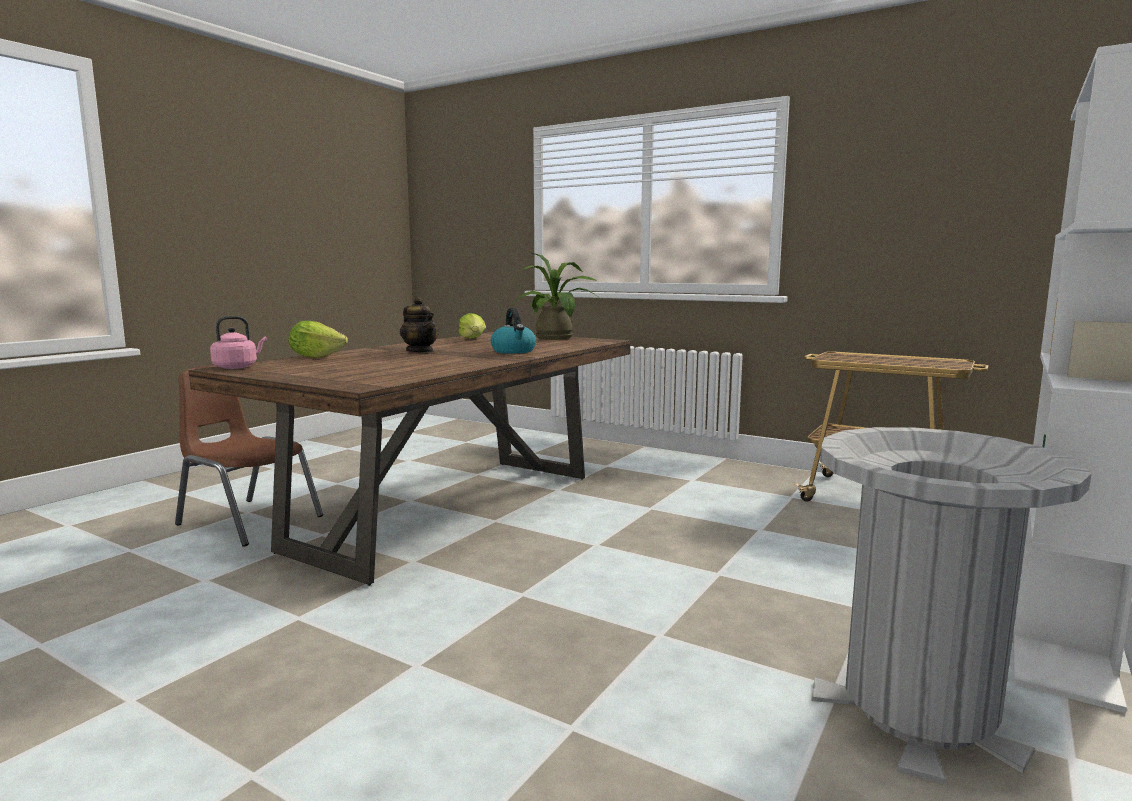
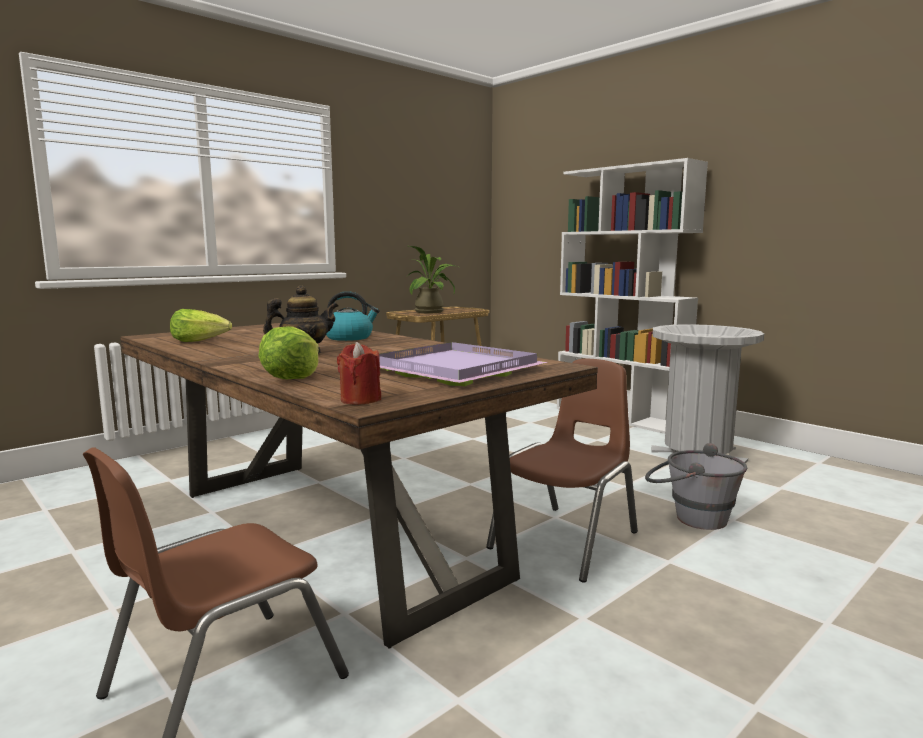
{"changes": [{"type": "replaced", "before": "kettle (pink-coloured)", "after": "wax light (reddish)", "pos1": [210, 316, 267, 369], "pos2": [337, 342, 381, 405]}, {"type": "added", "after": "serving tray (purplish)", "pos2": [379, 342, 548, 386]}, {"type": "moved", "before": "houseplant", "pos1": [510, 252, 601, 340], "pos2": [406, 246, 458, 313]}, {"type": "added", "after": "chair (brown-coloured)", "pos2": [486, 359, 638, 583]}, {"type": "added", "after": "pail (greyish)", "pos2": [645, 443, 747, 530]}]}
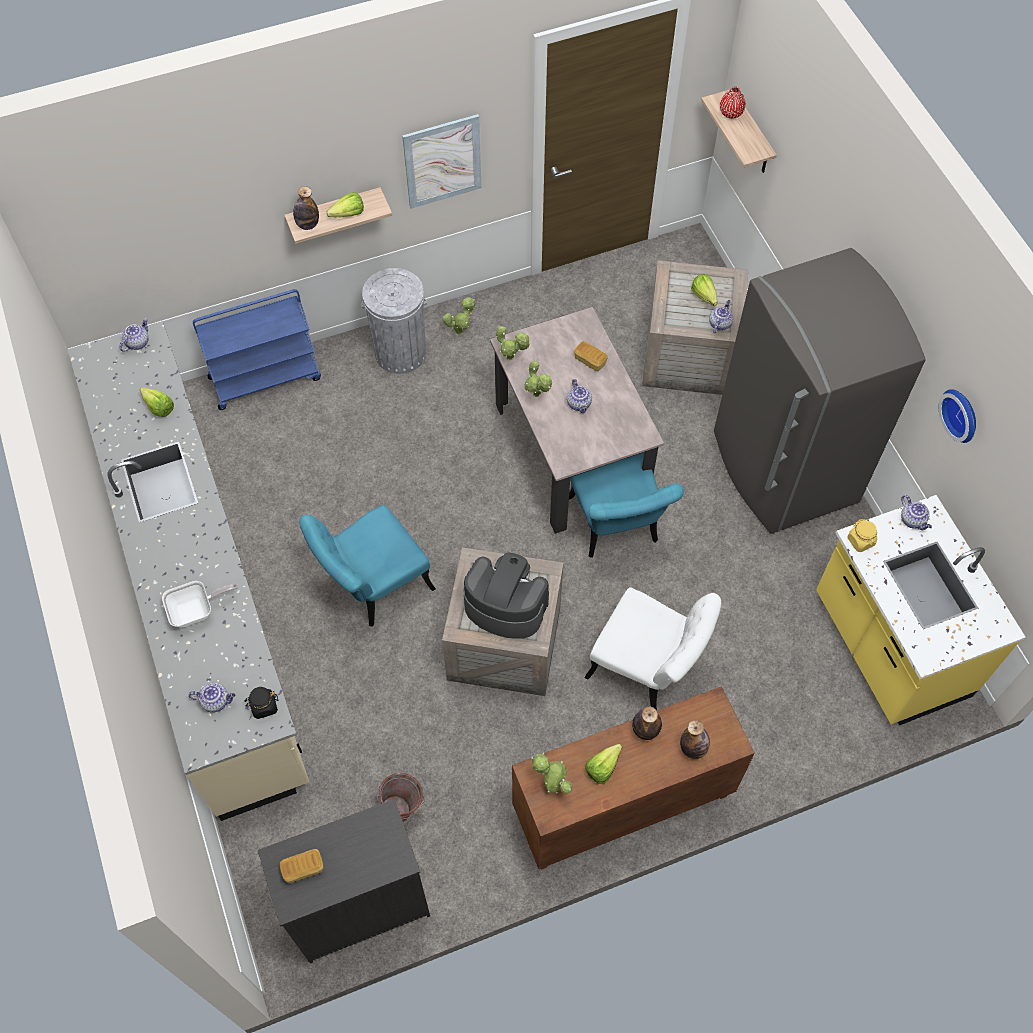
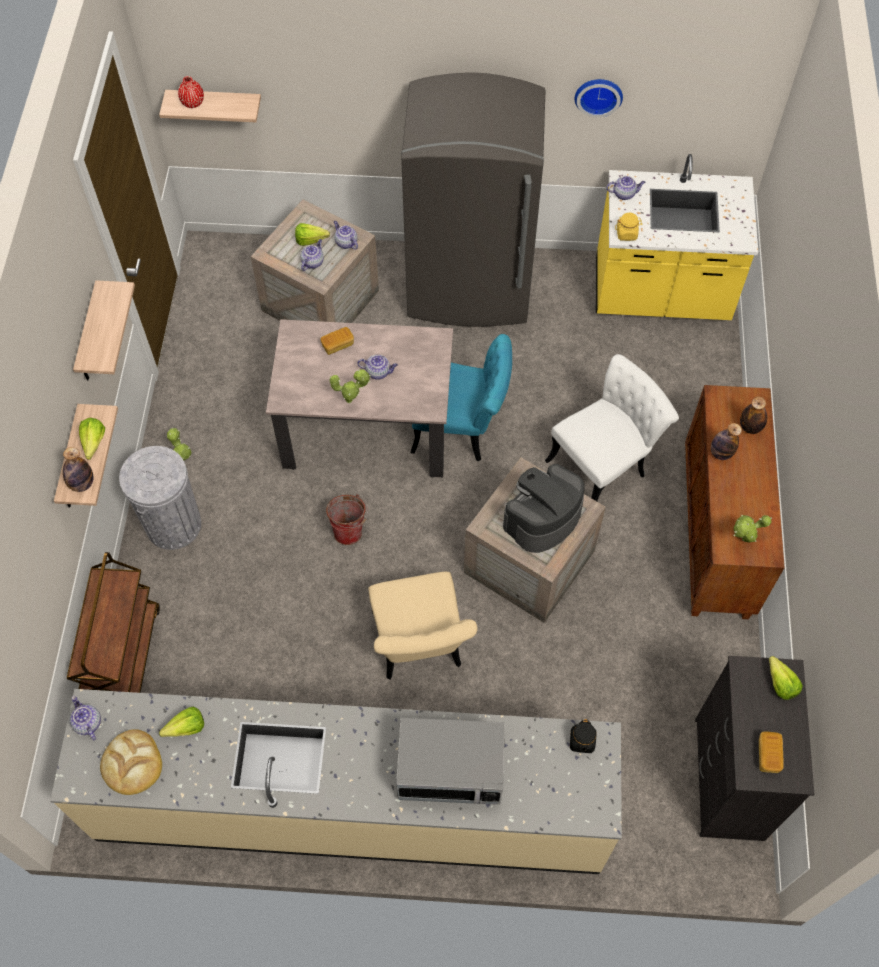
{"changes": [{"type": "recoloured", "before": "wheeled cart (blue-coloured)", "after": "wheeled cart (brown-coloured)", "pos1": [193, 289, 321, 410], "pos2": [67, 552, 160, 693]}, {"type": "replaced", "before": "picture", "after": "shelf", "pos1": [402, 114, 482, 209], "pos2": [73, 280, 135, 380]}, {"type": "added", "after": "bakery bread", "pos2": [100, 729, 162, 795]}, {"type": "moved", "before": "teapot", "pos1": [188, 683, 236, 713], "pos2": [300, 239, 324, 271]}, {"type": "moved", "before": "pail", "pos1": [377, 773, 425, 823], "pos2": [326, 494, 368, 545]}, {"type": "recoloured", "before": "chair (turquoise)", "after": "chair (beige-coloured)", "pos1": [299, 504, 436, 627], "pos2": [368, 572, 478, 680]}, {"type": "replaced", "before": "frying pan", "after": "microwave", "pos1": [162, 581, 238, 628], "pos2": [396, 718, 505, 805]}, {"type": "moved", "before": "head of lettuce", "pos1": [585, 744, 622, 784], "pos2": [769, 656, 803, 700]}, {"type": "removed", "before": "houseplant", "pos1": [496, 326, 530, 361]}]}
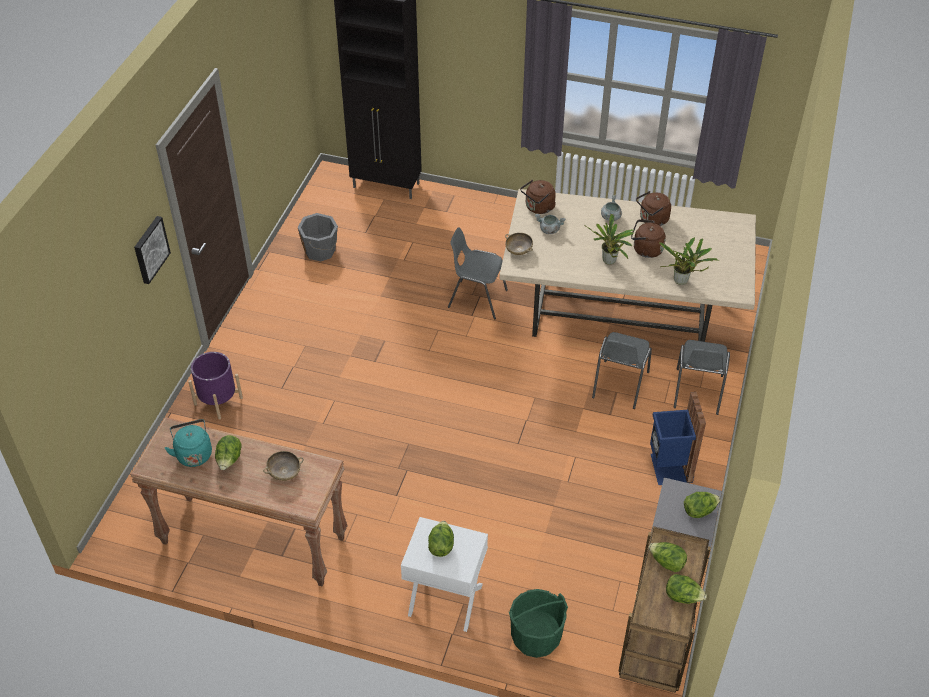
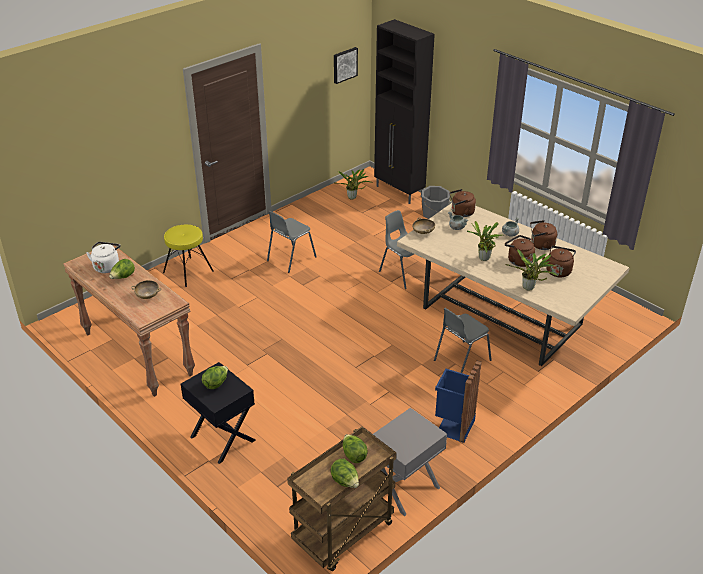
{"changes": [{"type": "recoloured", "before": "kettle (turquoise)", "after": "kettle (whitish)", "pos1": [165, 419, 212, 467], "pos2": [86, 242, 121, 273]}, {"type": "replaced", "before": "planter (purplish)", "after": "sitting stool (yellow-coloured)", "pos1": [188, 352, 243, 419], "pos2": [163, 225, 213, 287]}, {"type": "recoloured", "before": "nightstand (whitish)", "after": "nightstand (black)", "pos1": [401, 517, 488, 632], "pos2": [181, 362, 256, 464]}, {"type": "moved", "before": "chair (greyish)", "pos1": [674, 340, 730, 415], "pos2": [267, 211, 317, 273]}, {"type": "moved", "before": "picture", "pos1": [134, 216, 171, 284], "pos2": [334, 47, 358, 84]}, {"type": "added", "after": "houseplant", "pos2": [334, 169, 372, 199]}, {"type": "moved", "before": "pail (greyish)", "pos1": [298, 213, 338, 261], "pos2": [422, 186, 450, 219]}, {"type": "added", "after": "kettle (brown-coloured)", "pos2": [542, 246, 576, 278]}, {"type": "removed", "before": "pail (greenish)", "pos1": [509, 589, 568, 658]}, {"type": "removed", "before": "head of lettuce", "pos1": [684, 492, 721, 518]}]}
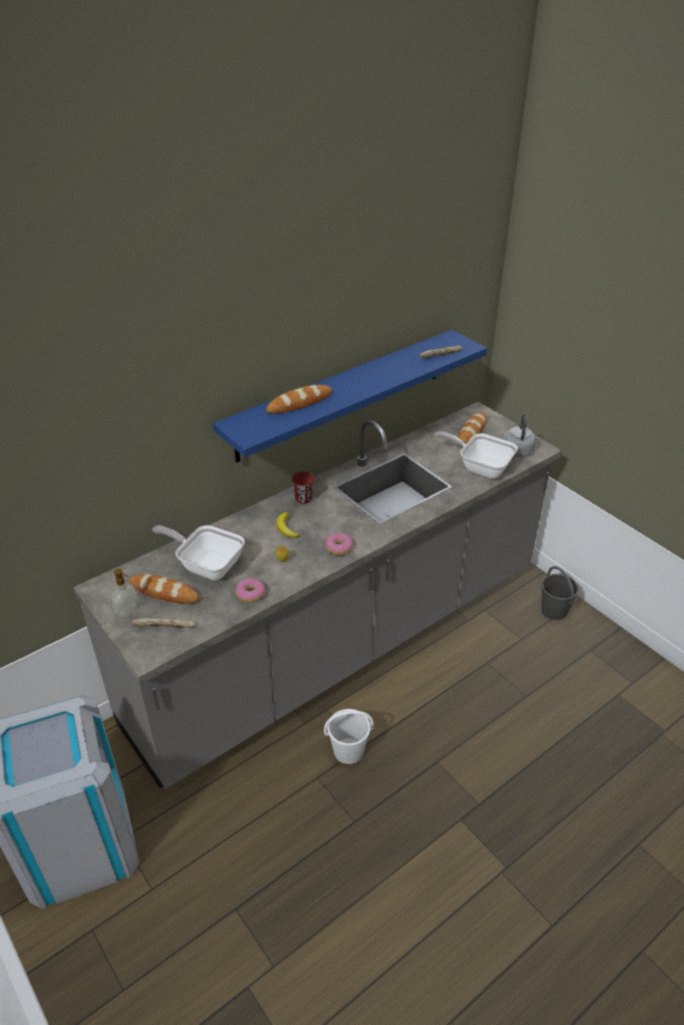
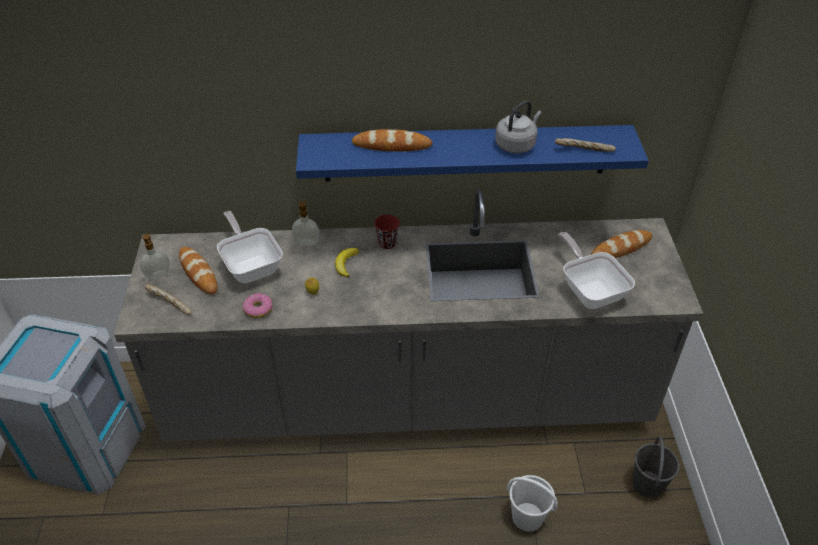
{"changes": [{"type": "added", "after": "soap dispenser", "pos2": [292, 200, 320, 246]}, {"type": "moved", "before": "kettle (greyish)", "pos1": [503, 414, 536, 457], "pos2": [495, 101, 542, 154]}, {"type": "moved", "before": "pail (whitish)", "pos1": [324, 709, 374, 764], "pos2": [507, 475, 558, 532]}, {"type": "removed", "before": "donut", "pos1": [325, 533, 353, 555]}]}
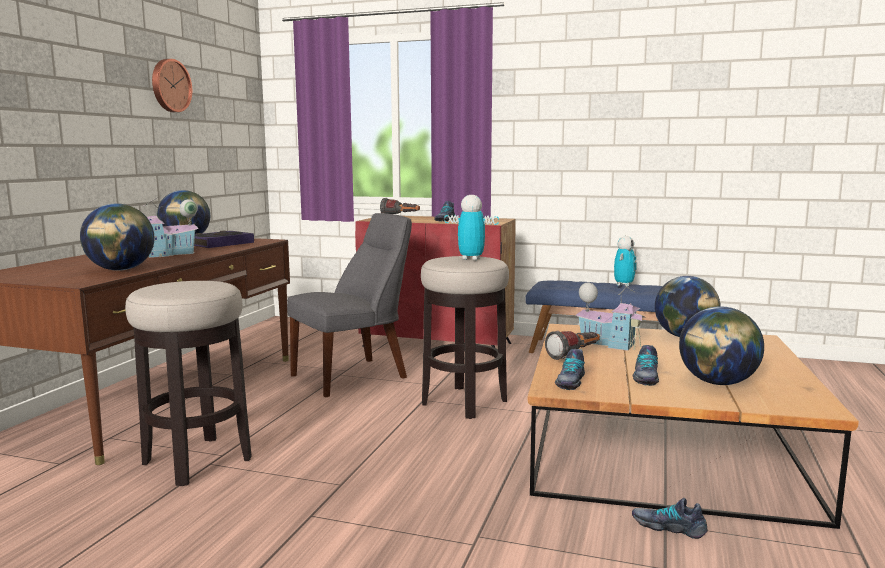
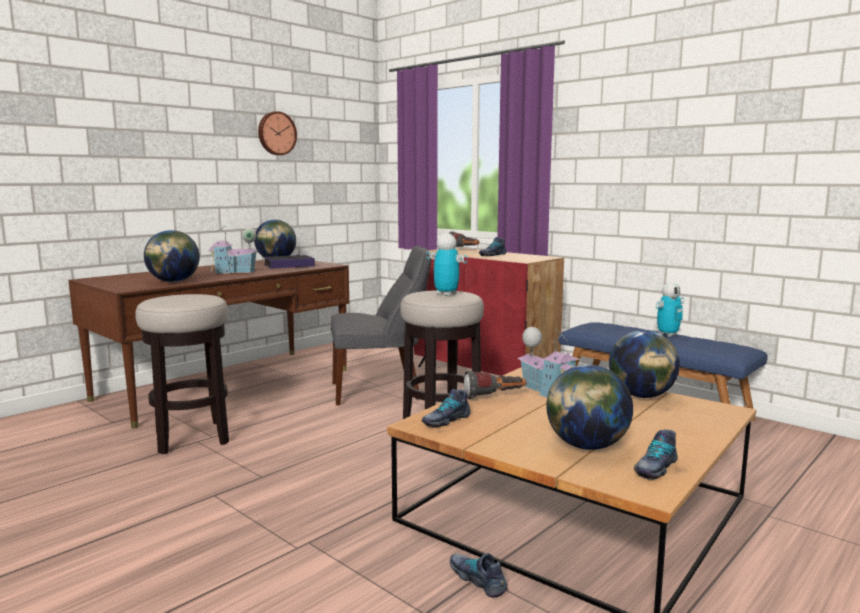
{"changes": [{"type": "moved", "before": "low shoe", "pos1": [633, 345, 659, 386], "pos2": [634, 429, 678, 480]}]}
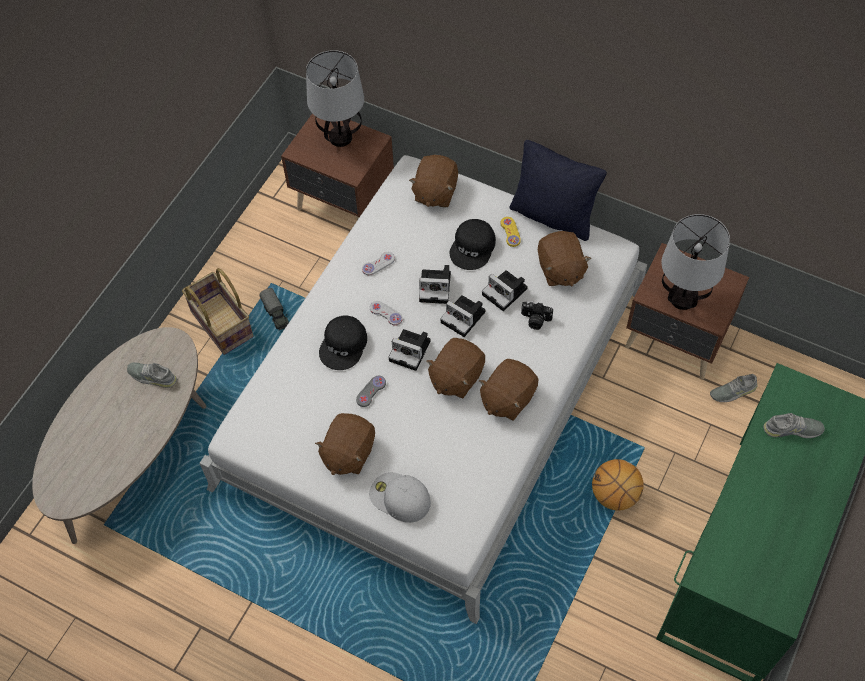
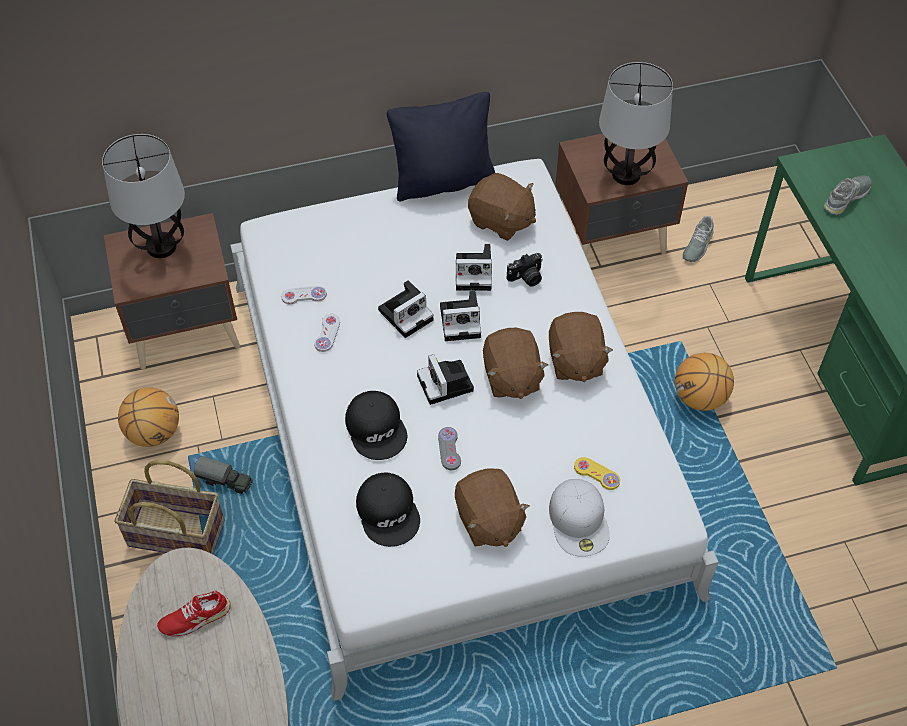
{"changes": [{"type": "added", "after": "basketball", "pos2": [118, 387, 179, 447]}, {"type": "recoloured", "before": "low shoe (greyish)", "after": "low shoe (reddish)", "pos1": [127, 362, 177, 388], "pos2": [157, 591, 231, 636]}, {"type": "moved", "before": "gamepad (whitish)", "pos1": [370, 301, 403, 326], "pos2": [281, 286, 327, 305]}, {"type": "moved", "before": "baseball cap (black)", "pos1": [449, 219, 496, 270], "pos2": [356, 472, 420, 547]}, {"type": "turned", "before": "photo camera", "pos1": [388, 329, 431, 371], "pos2": [417, 354, 474, 405], "turn": 90}, {"type": "turned", "before": "baseball cap (whitish)", "pos1": [369, 472, 431, 523], "pos2": [549, 479, 610, 557], "turn": -90}, {"type": "moved", "before": "gamepad (yellow-coloured)", "pos1": [501, 217, 521, 247], "pos2": [574, 457, 620, 490]}, {"type": "removed", "before": "cuddly toy (brown-coloured)", "pos1": [409, 155, 458, 208]}]}
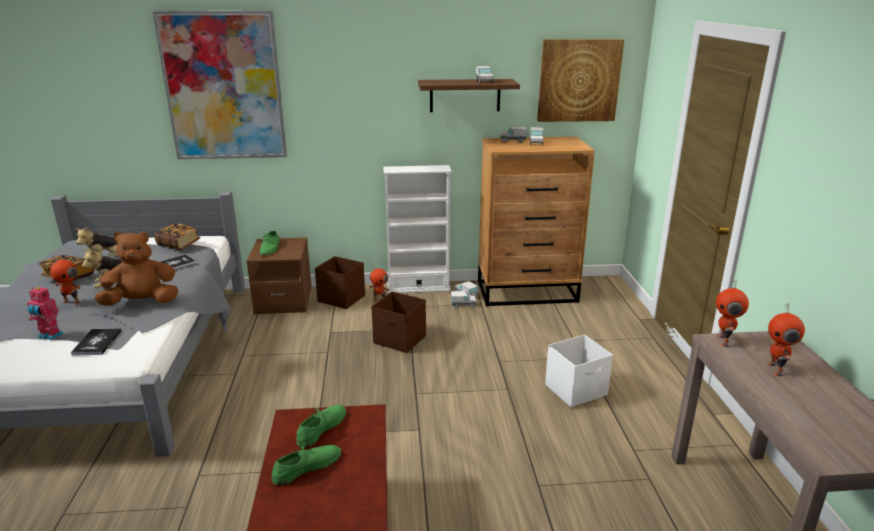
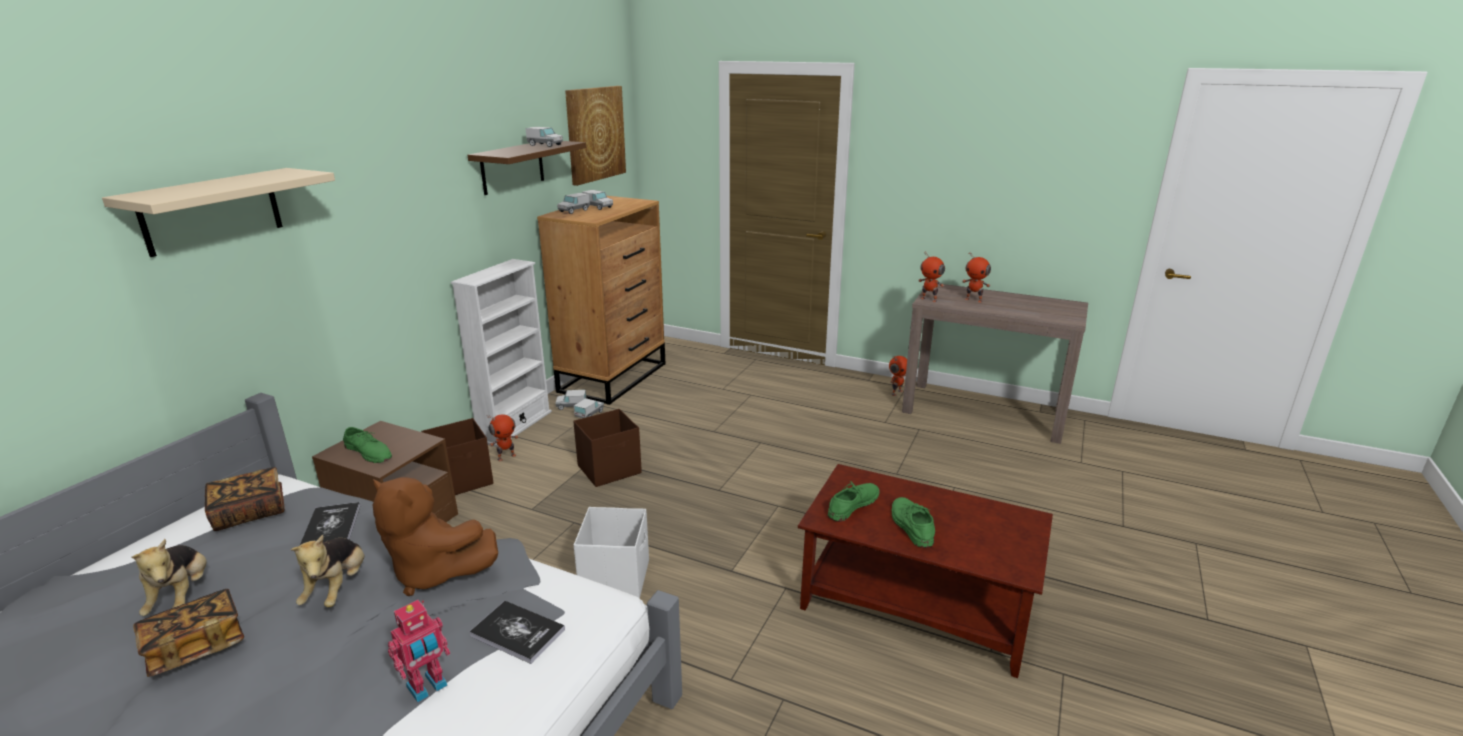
{"changes": [{"type": "replaced", "before": "picture", "after": "shelf (beige-coloured)", "pos1": [152, 10, 287, 159], "pos2": [102, 168, 335, 257]}, {"type": "turned", "before": "cuddly toy (brown-coloured)", "pos1": [95, 231, 179, 306], "pos2": [373, 477, 498, 596], "turn": -75}, {"type": "moved", "before": "storage container (whitish)", "pos1": [545, 335, 613, 407], "pos2": [574, 507, 649, 598]}, {"type": "turned", "before": "low shoe (greenish)", "pos1": [296, 405, 346, 448], "pos2": [828, 481, 879, 522], "turn": 75}, {"type": "moved", "before": "robot figure", "pos1": [50, 255, 81, 305], "pos2": [889, 356, 907, 396]}]}
